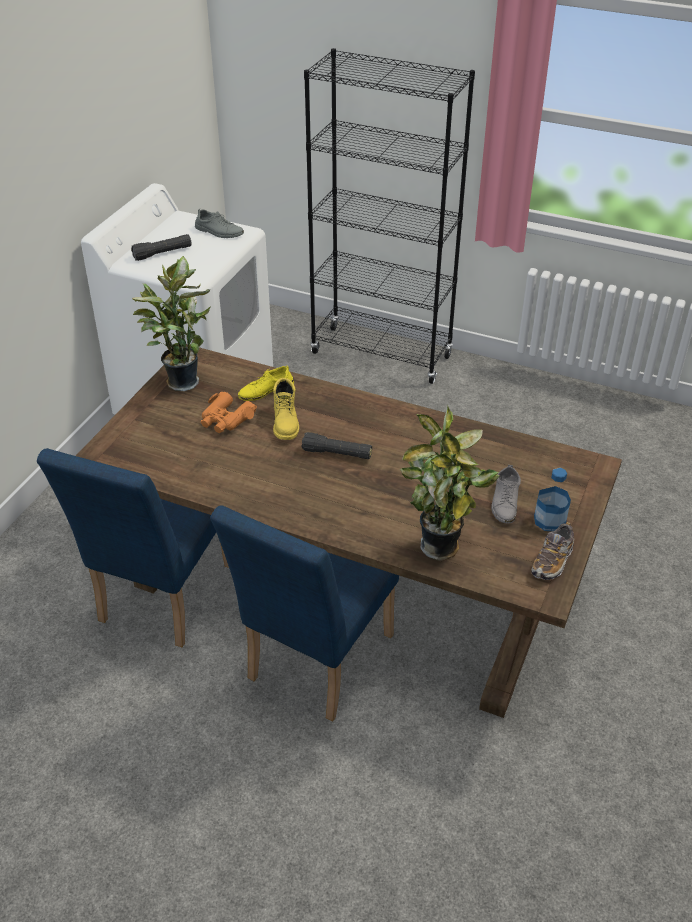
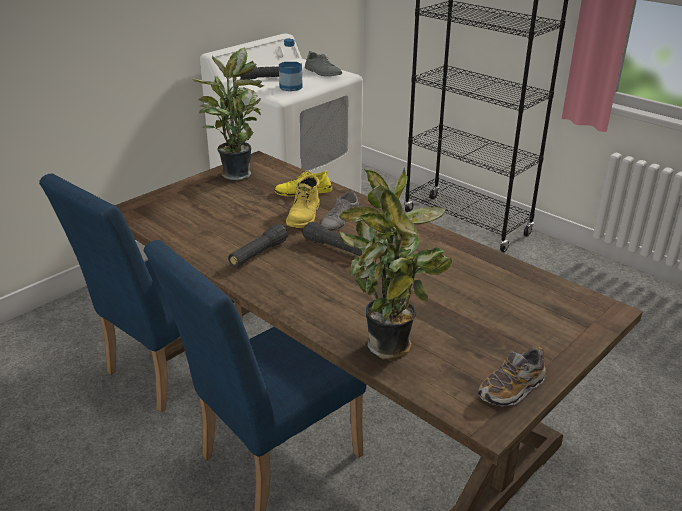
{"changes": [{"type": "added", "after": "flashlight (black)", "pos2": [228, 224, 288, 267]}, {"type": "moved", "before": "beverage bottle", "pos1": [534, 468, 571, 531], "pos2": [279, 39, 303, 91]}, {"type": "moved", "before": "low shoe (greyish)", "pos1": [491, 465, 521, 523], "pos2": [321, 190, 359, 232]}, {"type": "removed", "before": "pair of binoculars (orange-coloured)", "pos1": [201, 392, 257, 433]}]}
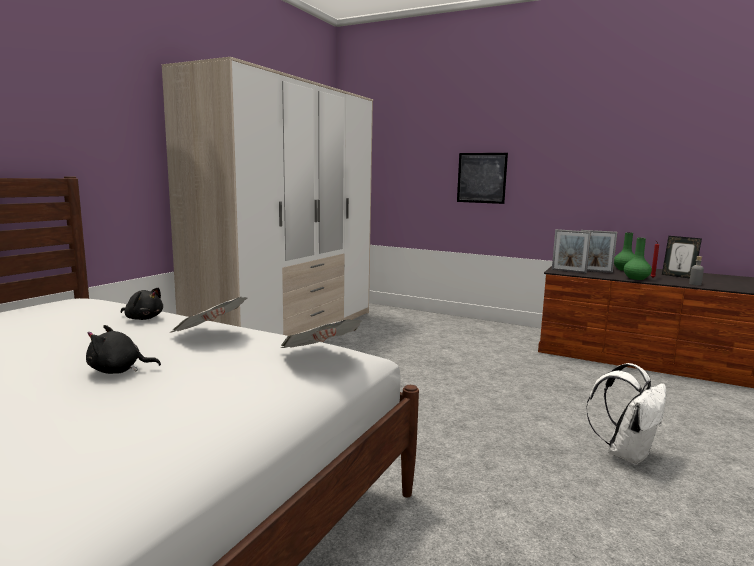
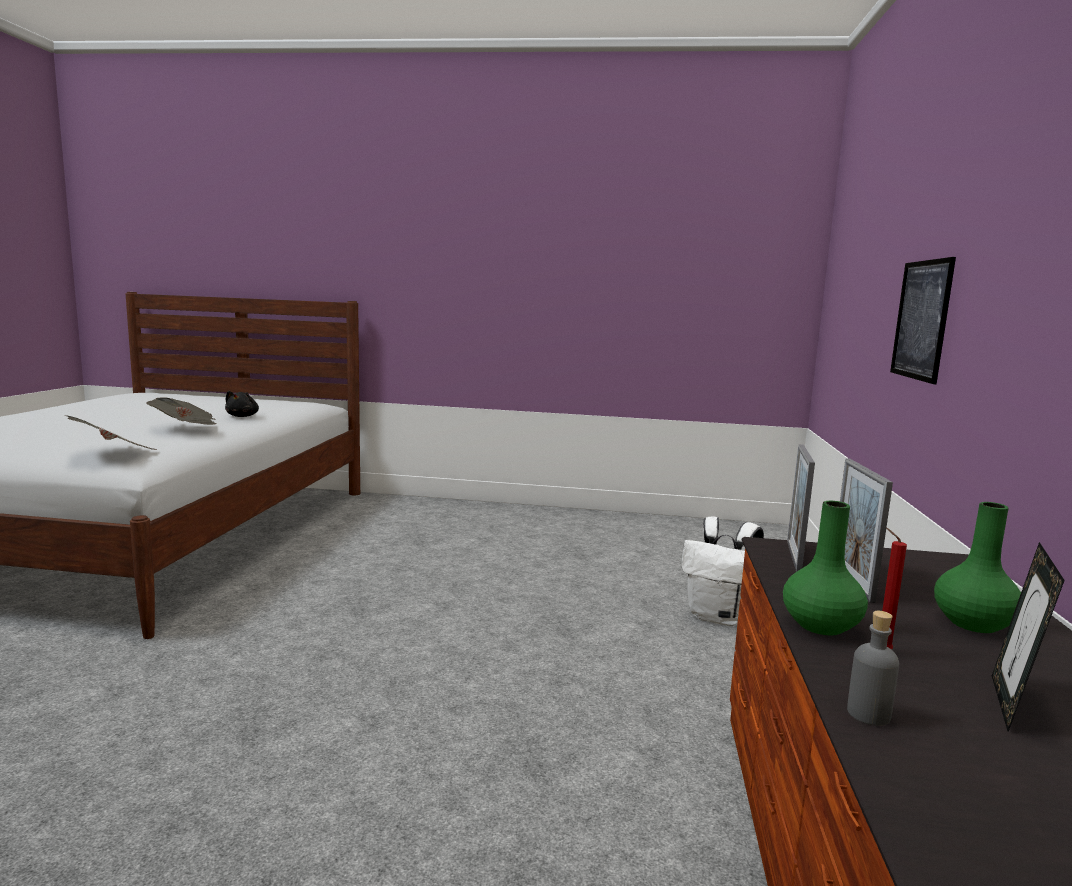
{"changes": [{"type": "moved", "before": "backpack (whitish)", "pos1": [586, 363, 666, 465], "pos2": [681, 516, 764, 626]}, {"type": "removed", "before": "cuddly toy (black)", "pos1": [86, 325, 161, 374]}, {"type": "removed", "before": "clothes cupboard", "pos1": [162, 57, 373, 336]}]}
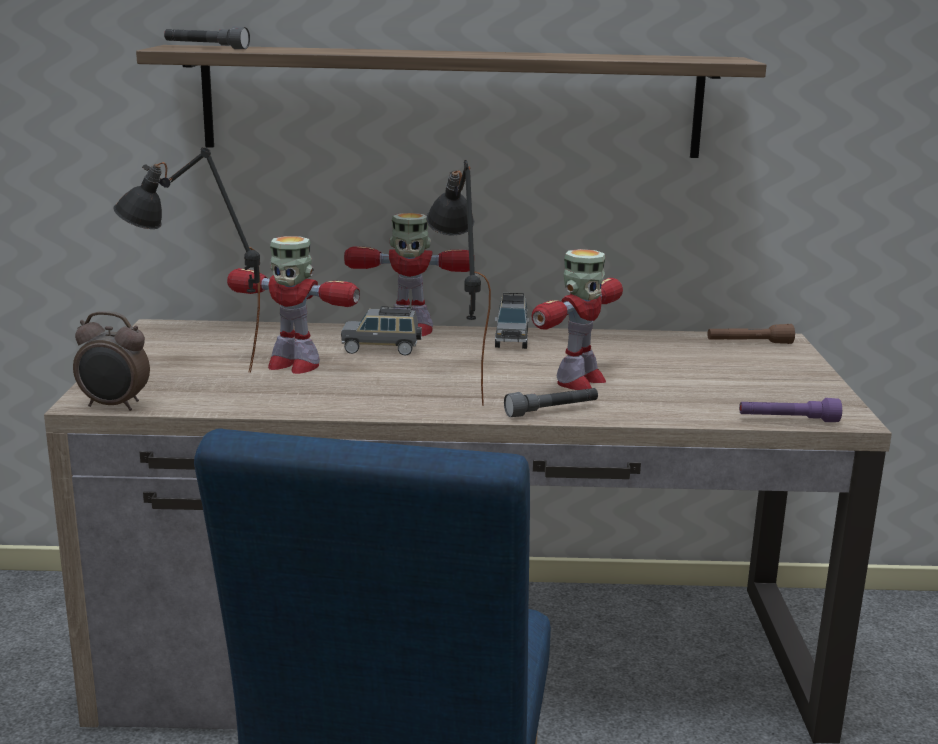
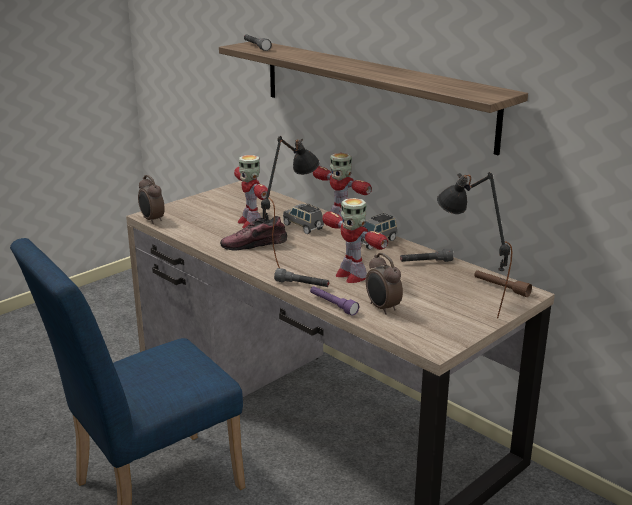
{"changes": [{"type": "added", "after": "low shoe", "pos2": [220, 216, 287, 251]}, {"type": "moved", "before": "flashlight (purplish)", "pos1": [739, 398, 842, 422], "pos2": [310, 286, 359, 316]}, {"type": "turned", "before": "robot figure", "pos1": [532, 249, 623, 390], "pos2": [322, 198, 388, 283], "turn": 60}, {"type": "added", "after": "table clock", "pos2": [366, 253, 403, 315]}, {"type": "added", "after": "flashlight (greyish)", "pos2": [400, 249, 454, 262]}, {"type": "moved", "before": "lamp for a table (black)", "pos1": [114, 147, 260, 373], "pos2": [437, 172, 512, 318]}]}
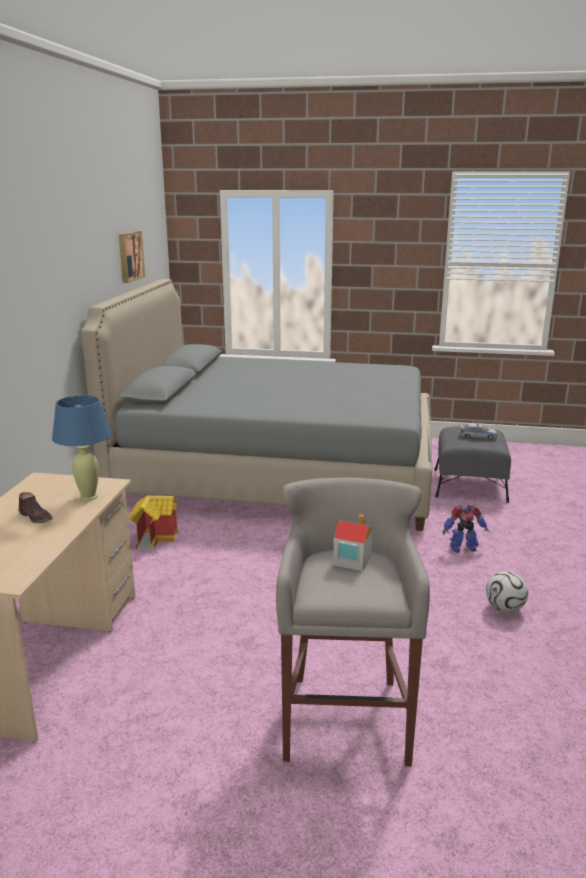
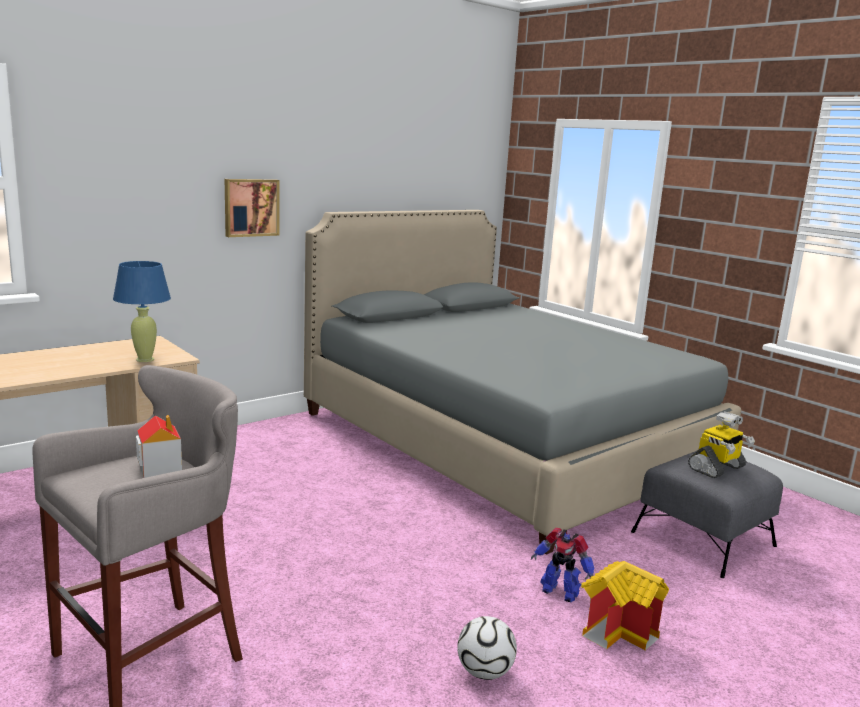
{"changes": [{"type": "moved", "before": "picture", "pos1": [119, 231, 145, 283], "pos2": [225, 179, 280, 237]}, {"type": "moved", "before": "miniature house", "pos1": [128, 496, 178, 550], "pos2": [581, 561, 669, 650]}, {"type": "replaced", "before": "miniature car", "after": "robot figure", "pos1": [459, 423, 498, 440], "pos2": [688, 411, 755, 478]}, {"type": "removed", "before": "low shoe (brown-coloured)", "pos1": [19, 492, 53, 523]}]}
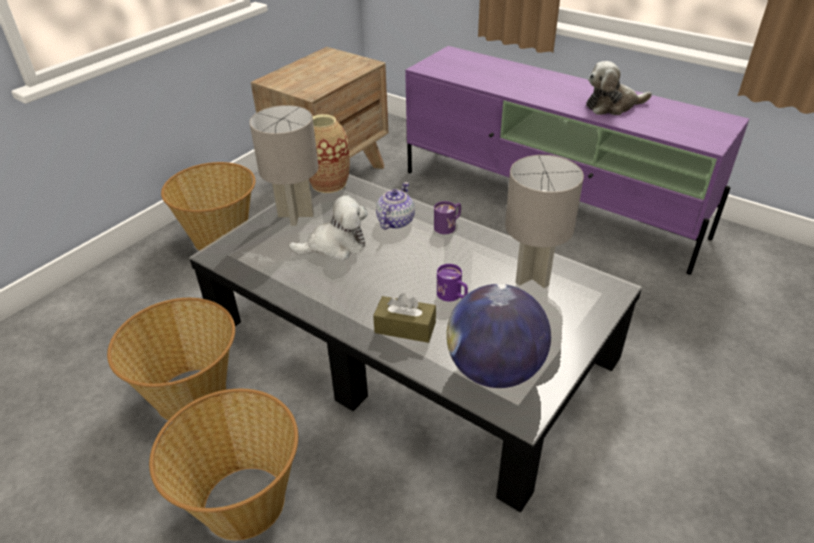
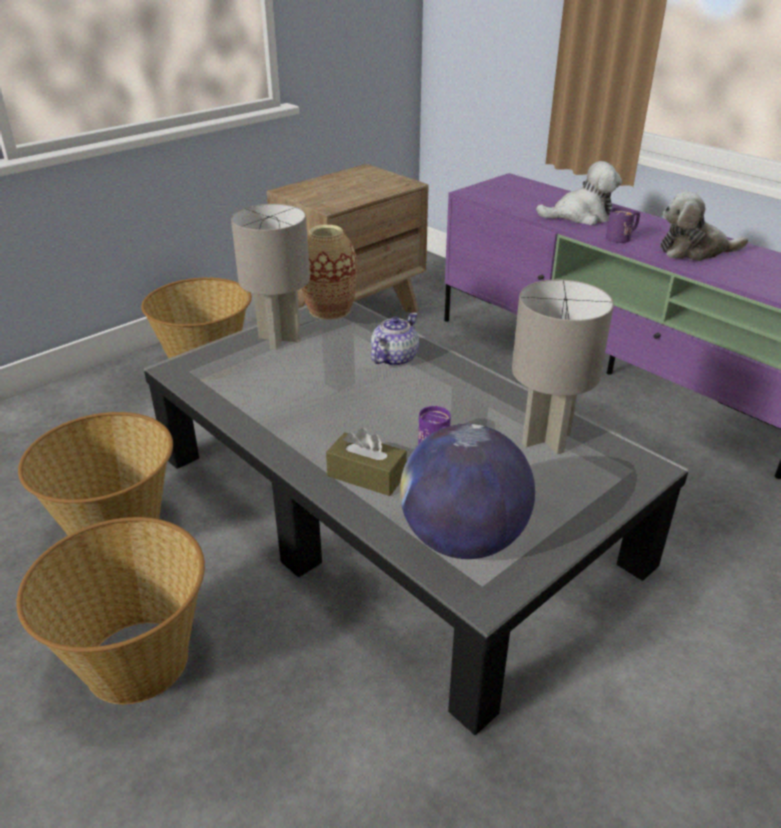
{"changes": [{"type": "moved", "before": "cuddly toy", "pos1": [289, 195, 368, 260], "pos2": [536, 161, 622, 225]}, {"type": "moved", "before": "tea mug (purplish)", "pos1": [434, 201, 461, 234], "pos2": [606, 207, 640, 243]}]}
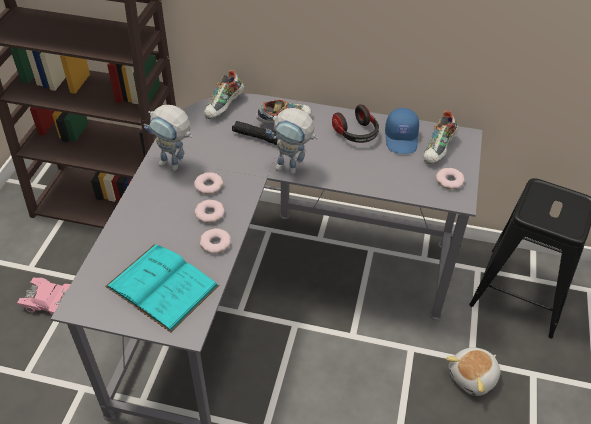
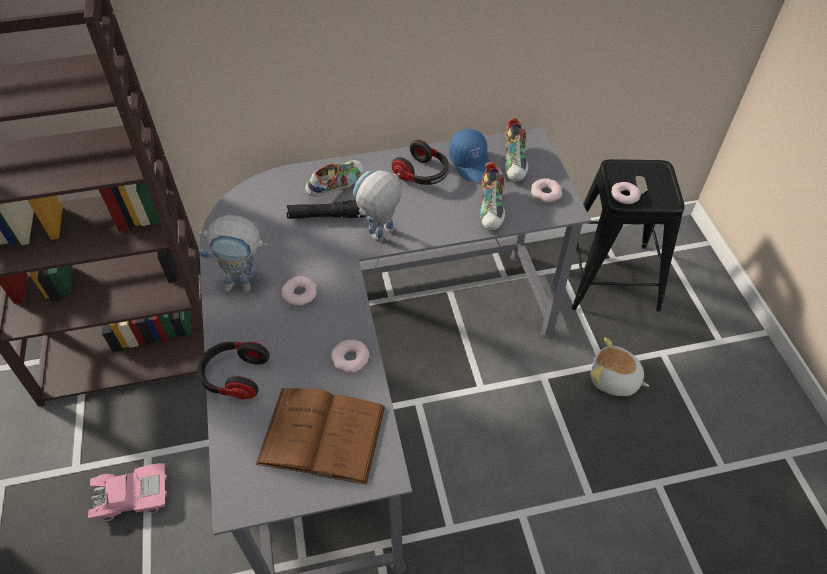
{"changes": [{"type": "added", "after": "headphones", "pos2": [197, 342, 270, 399]}, {"type": "recoloured", "before": "volume (turquoise)", "after": "volume (brown-coloured)", "pos1": [105, 244, 219, 333], "pos2": [256, 388, 385, 485]}, {"type": "turned", "before": "robot figure", "pos1": [266, 108, 318, 175], "pos2": [353, 170, 402, 242], "turn": 135}, {"type": "moved", "before": "low shoe", "pos1": [204, 70, 245, 119], "pos2": [480, 162, 506, 231]}, {"type": "turned", "before": "cuddly toy", "pos1": [446, 347, 501, 396], "pos2": [590, 337, 649, 396], "turn": 90}, {"type": "moved", "before": "donut", "pos1": [195, 200, 225, 223], "pos2": [611, 182, 641, 204]}]}
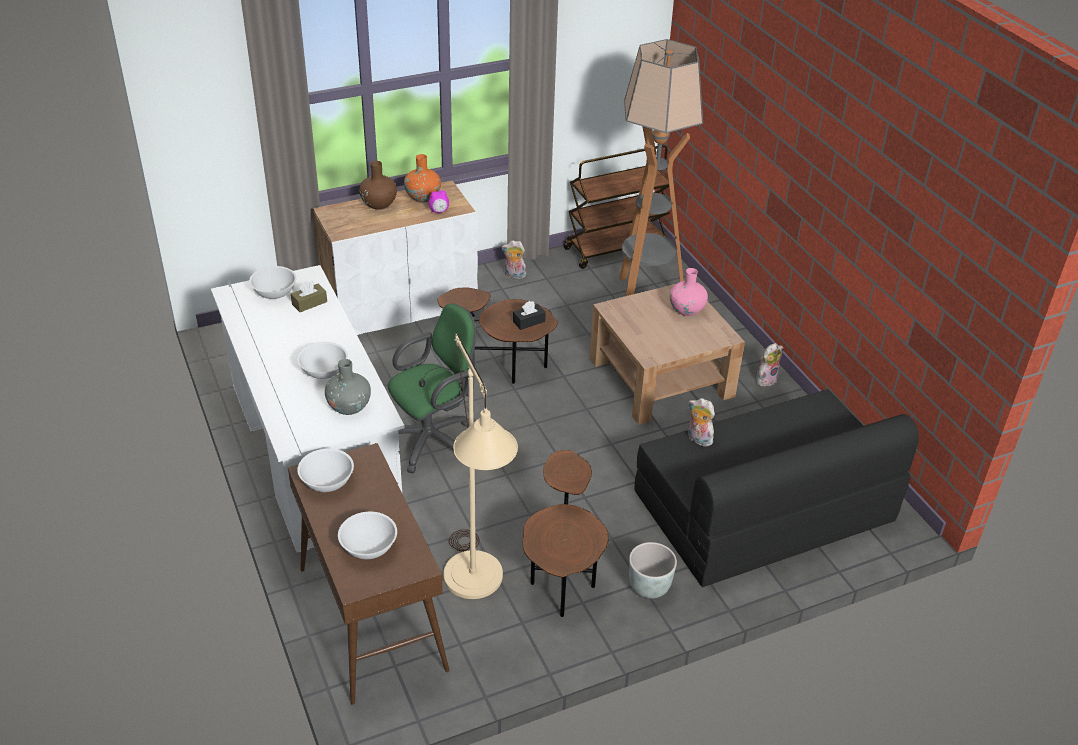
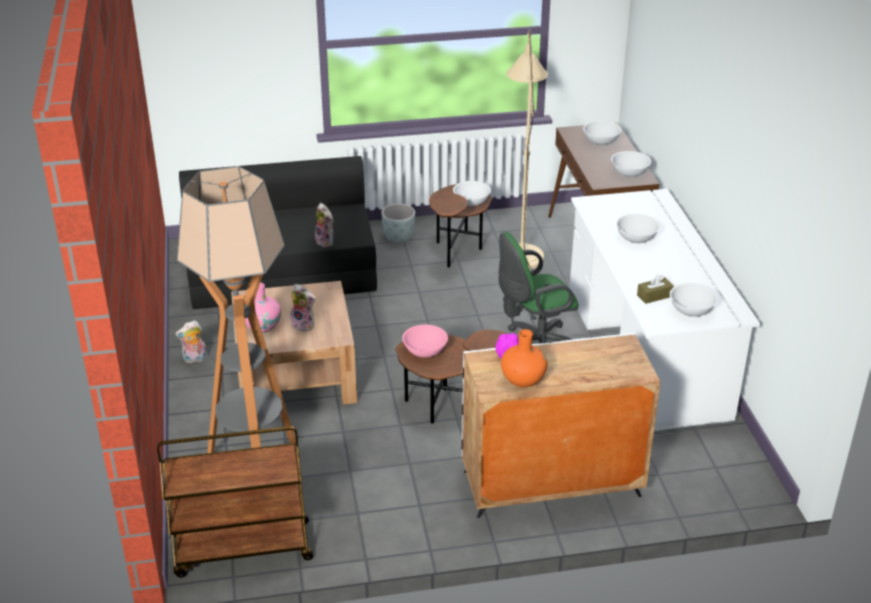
{"changes": [{"type": "moved", "before": "cuddly toy", "pos1": [501, 241, 526, 279], "pos2": [290, 284, 316, 332]}, {"type": "replaced", "before": "tissue box (black)", "after": "deep dish (pink-coloured)", "pos1": [513, 301, 546, 330], "pos2": [402, 325, 448, 358]}, {"type": "added", "after": "deep dish (whitish)", "pos2": [453, 181, 491, 206]}, {"type": "removed", "before": "vase (greyish)", "pos1": [325, 359, 371, 415]}, {"type": "removed", "before": "vase (brown-coloured)", "pos1": [359, 161, 397, 210]}]}
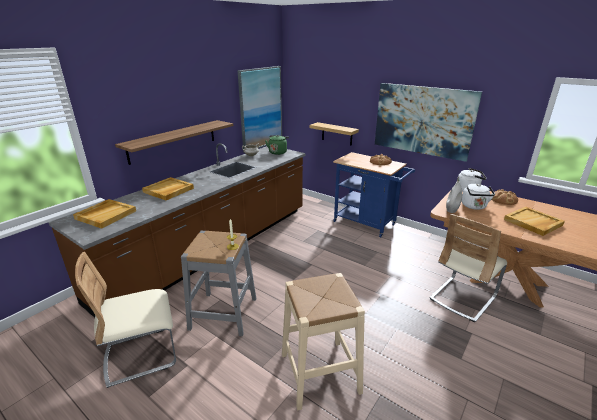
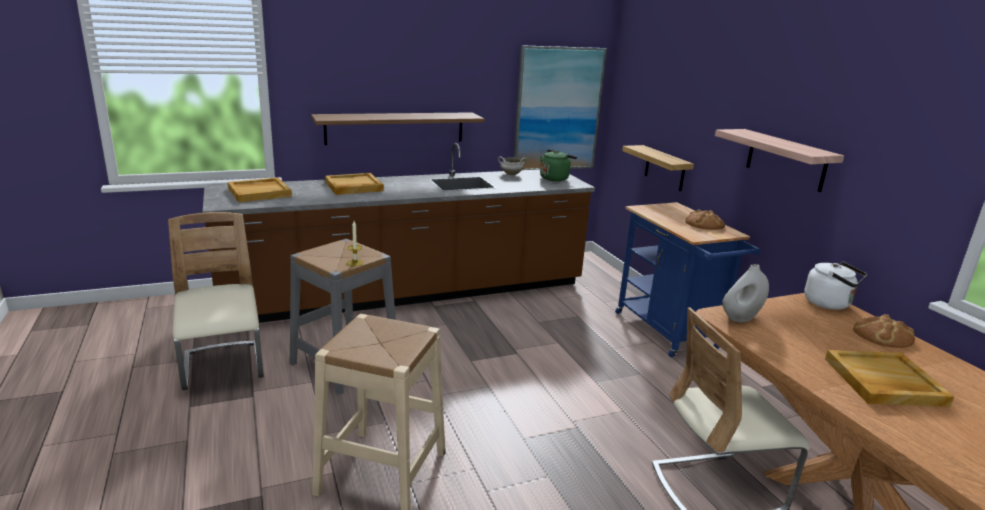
{"changes": [{"type": "turned", "before": "chair (beige-coloured)", "pos1": [75, 252, 176, 388], "pos2": [168, 212, 264, 390], "turn": 60}, {"type": "replaced", "before": "picture", "after": "shelf", "pos1": [375, 83, 482, 162], "pos2": [715, 129, 844, 192]}, {"type": "removed", "before": "kettle (whitish)", "pos1": [462, 184, 495, 210]}]}
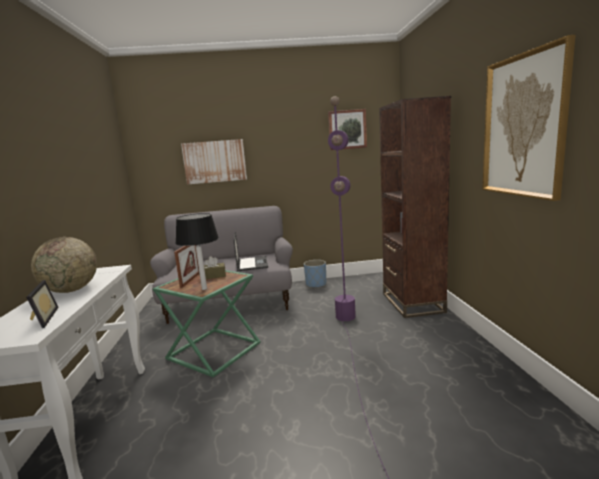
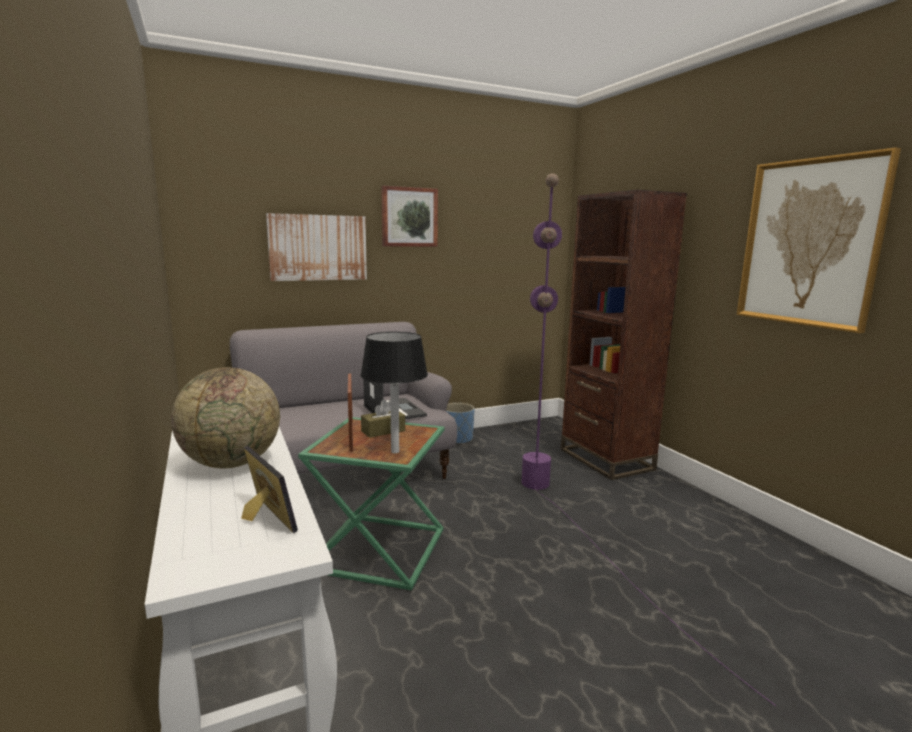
{"changes": [{"type": "moved", "before": "picture", "pos1": [328, 109, 367, 150], "pos2": [381, 186, 438, 247]}]}
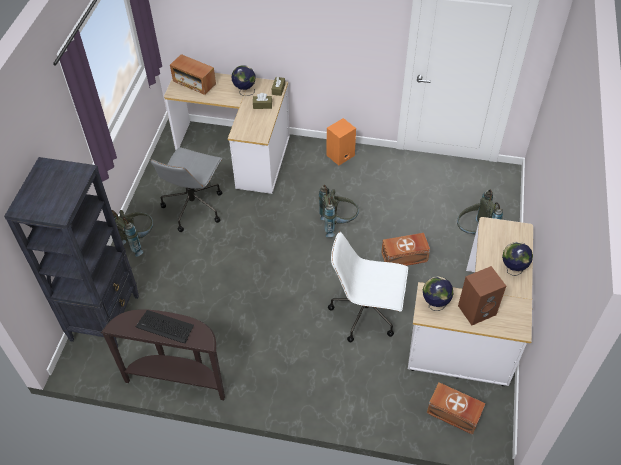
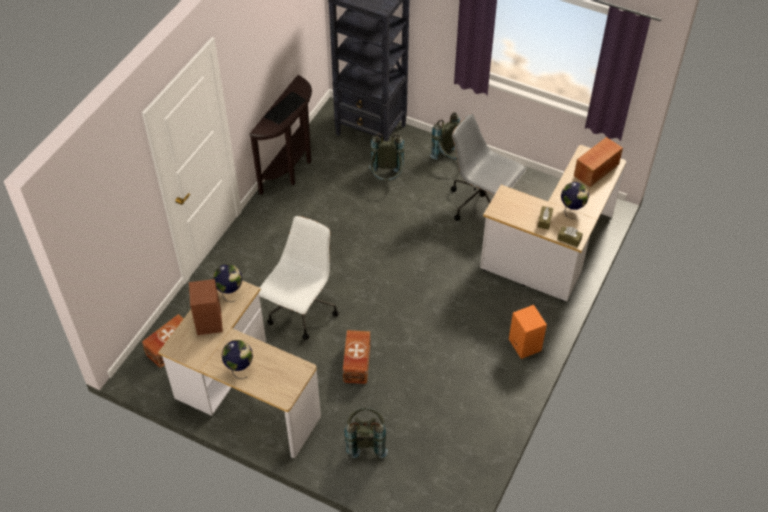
{"changes": [{"type": "moved", "before": "backpack (greyish)", "pos1": [319, 185, 359, 237], "pos2": [369, 134, 404, 181]}]}
